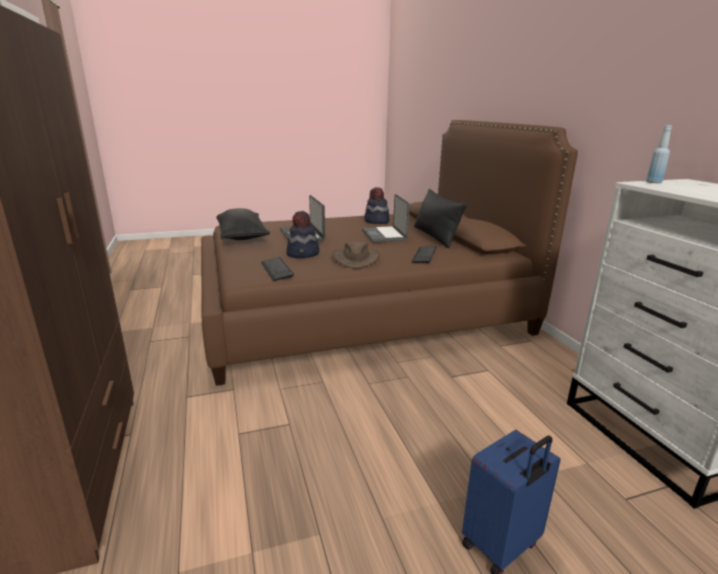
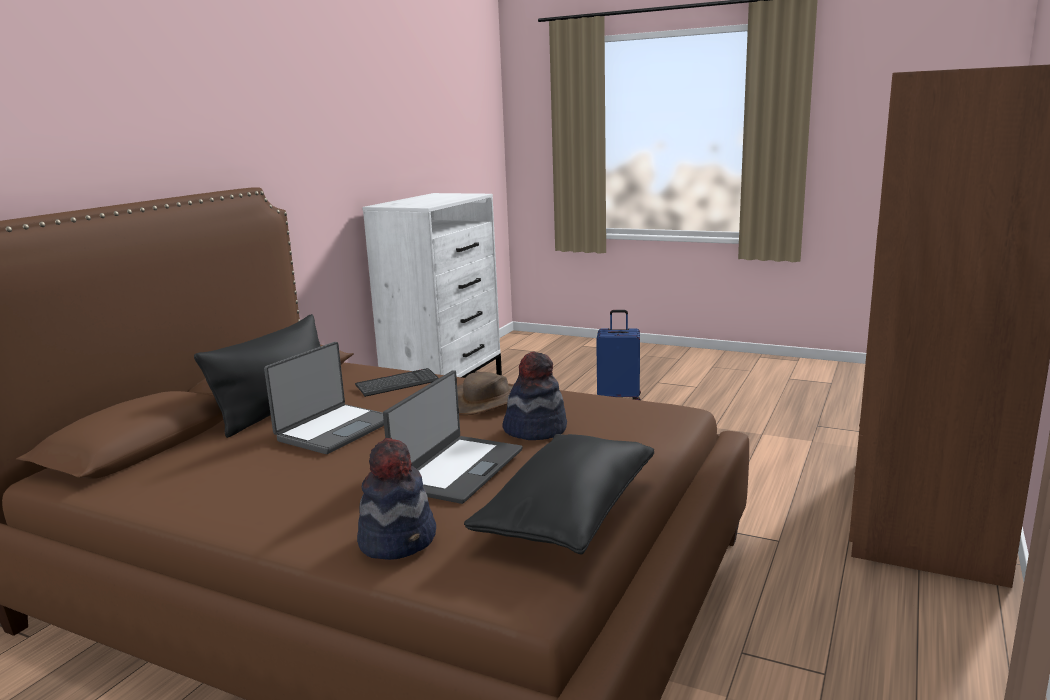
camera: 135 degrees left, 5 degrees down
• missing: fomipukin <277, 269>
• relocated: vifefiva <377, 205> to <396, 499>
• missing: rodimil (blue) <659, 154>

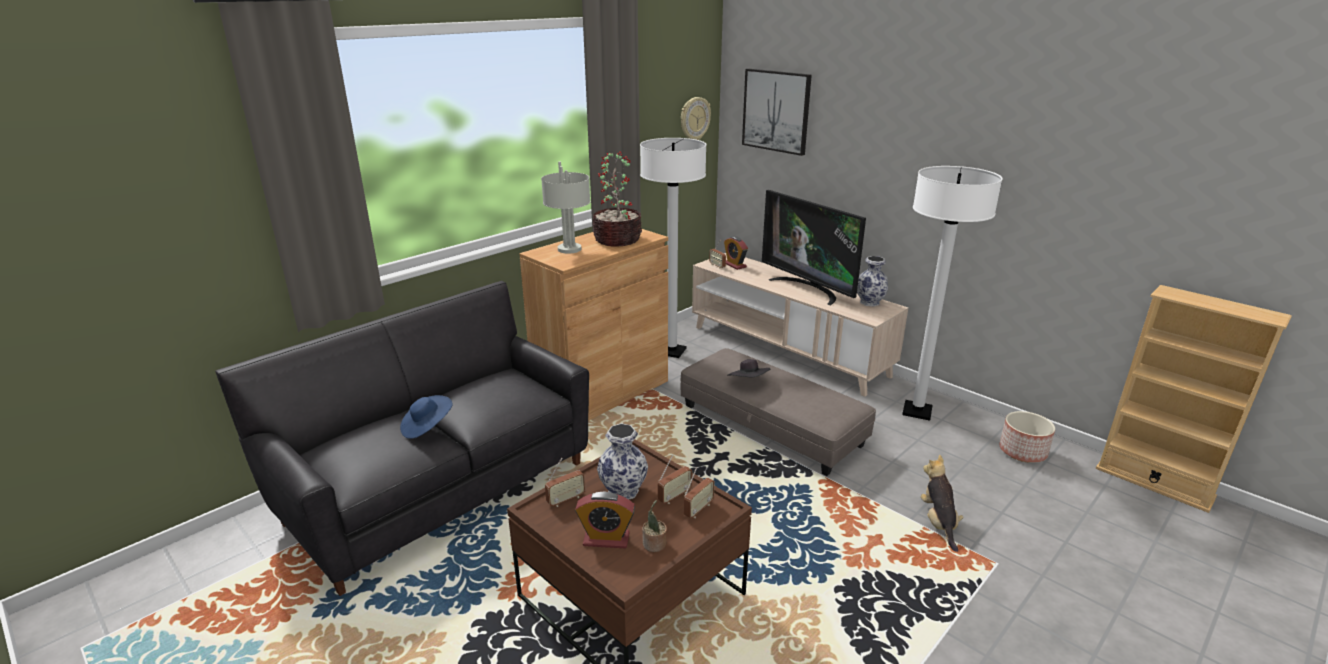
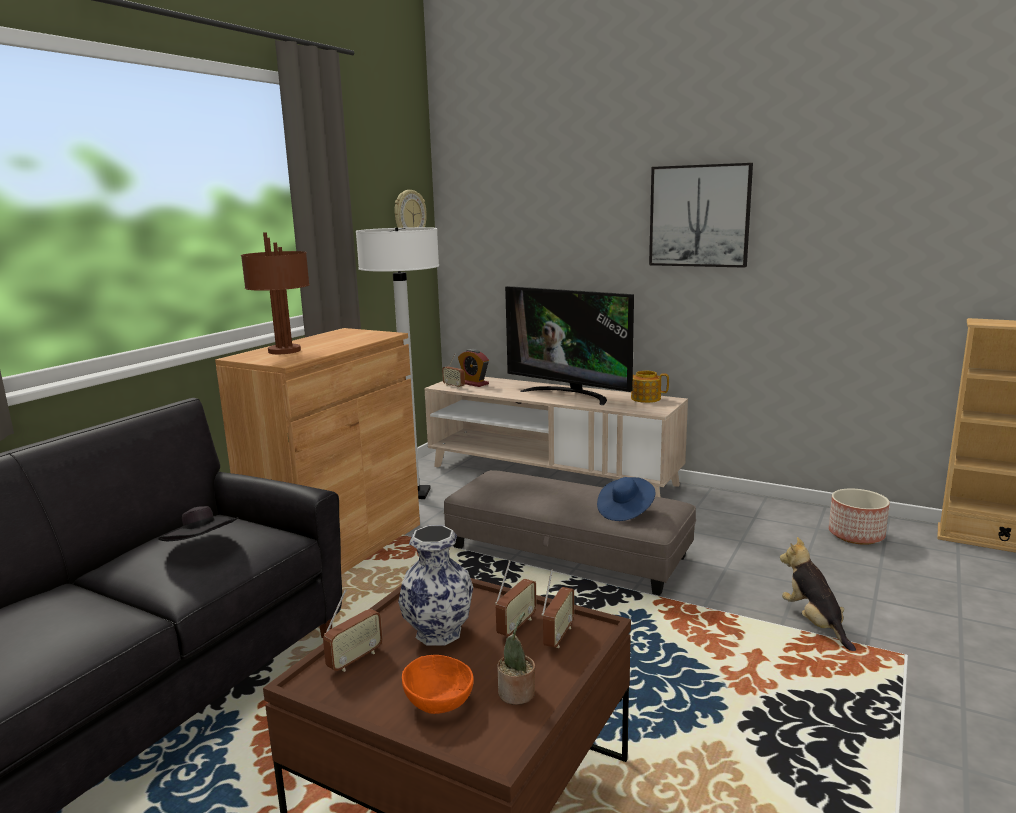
camera: 15 degrees left, 10 degrees down
• relocated: vifefiva (blue) <426, 417> to <626, 499>
• colour: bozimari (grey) <565, 208> to bozimari (brown) <275, 293>
• exchanged: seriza <605, 520> to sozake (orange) <438, 684>
• missing: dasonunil <617, 198>
• relocated: vifefiva (black) <749, 368> to <198, 523>
• relocated: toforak <777, 112> to <701, 215>
• exchanged: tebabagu <872, 281> to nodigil <650, 387>
• missing: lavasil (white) <952, 293>

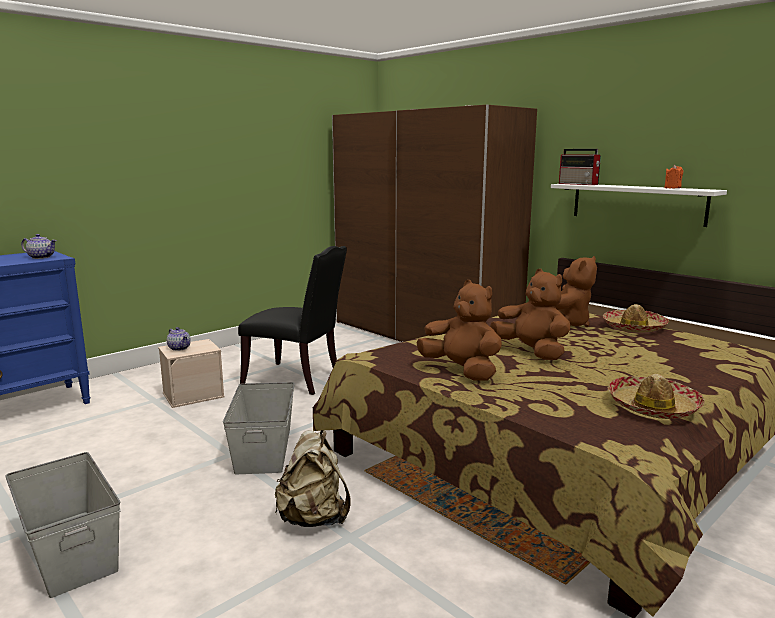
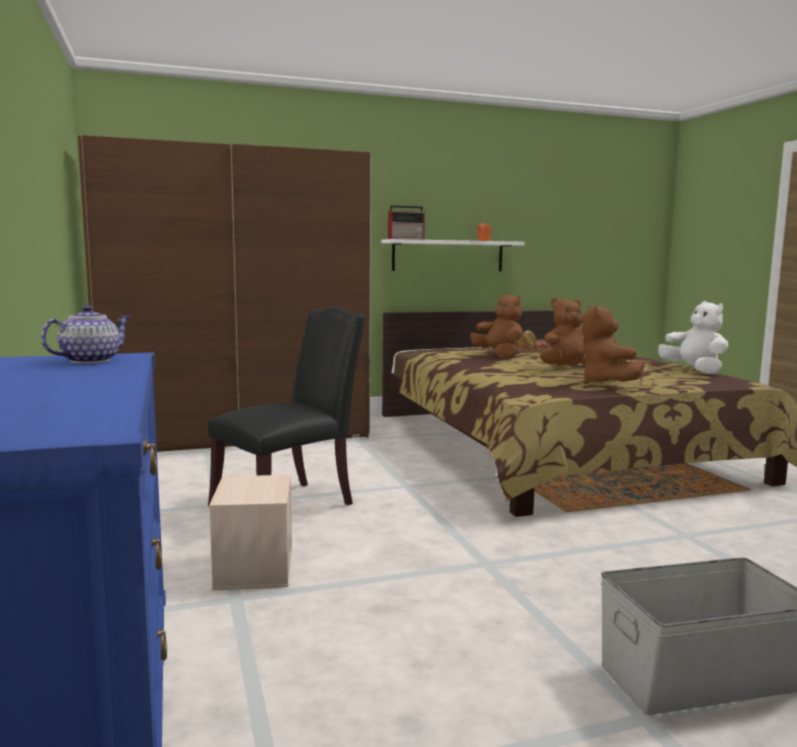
camera: 65 degrees left, 5 degrees down
• missing: nodigil <179, 339>
• missing: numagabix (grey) <259, 428>
• missing: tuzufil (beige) <312, 478>
• spun: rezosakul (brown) <459, 330> = <613, 345> 75 degrees counterclockwise
• exchanged: vifefiva <656, 396> to rezosakul (white) <693, 337>

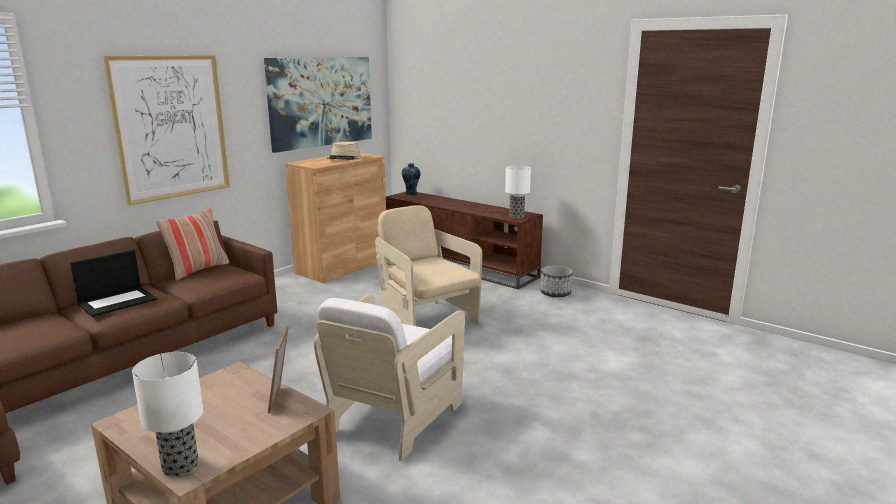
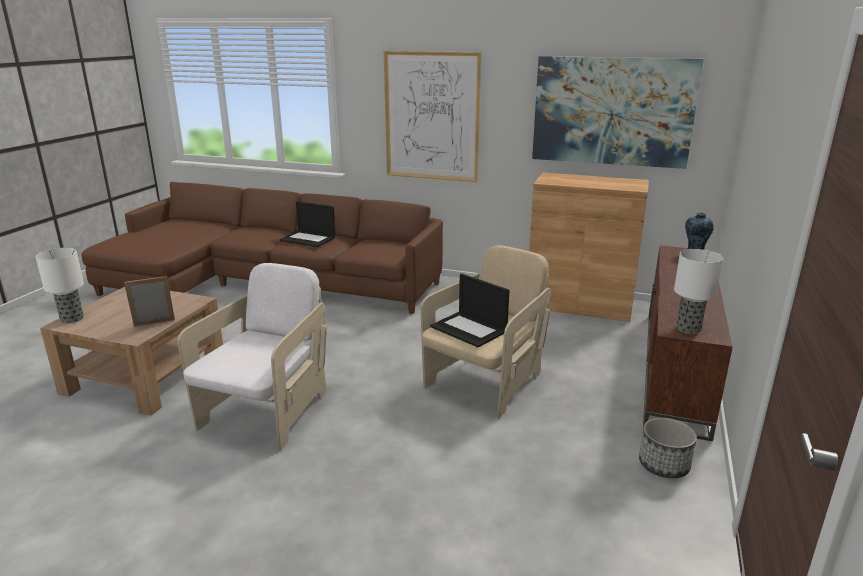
camera: 70 degrees right, 5 degrees up
• missing: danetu <192, 244>
• spun: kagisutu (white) <389, 377> = <252, 356> 105 degrees clockwise
• missing: vifefiva (beige) <344, 151>
• appeared: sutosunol <470, 310>

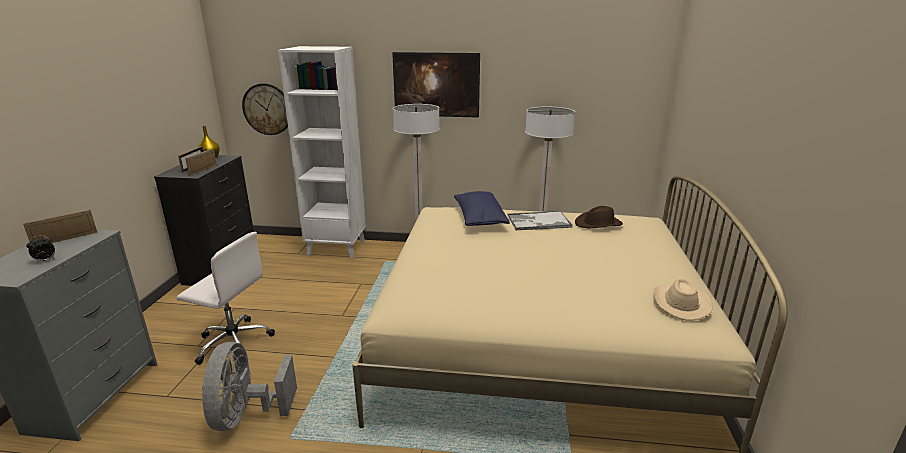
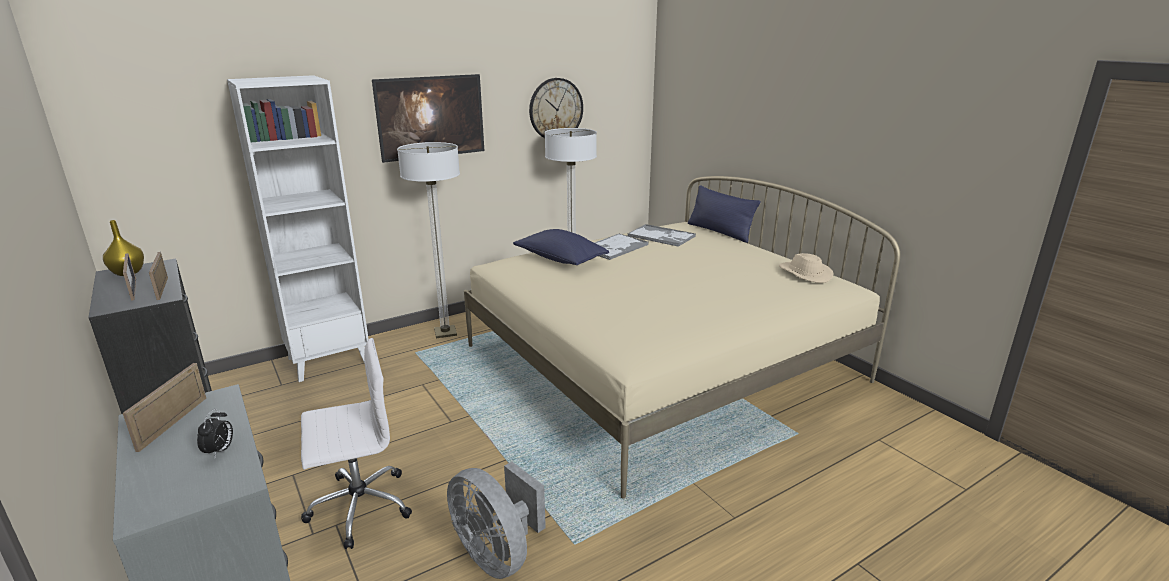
camera: 40 degrees left, 0 degrees up
• relocated: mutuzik <265, 109> to <556, 108>
• exchanged: vifefiva (brown) <599, 217> to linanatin <662, 235>
• appeared: danetu (blue) <724, 214>

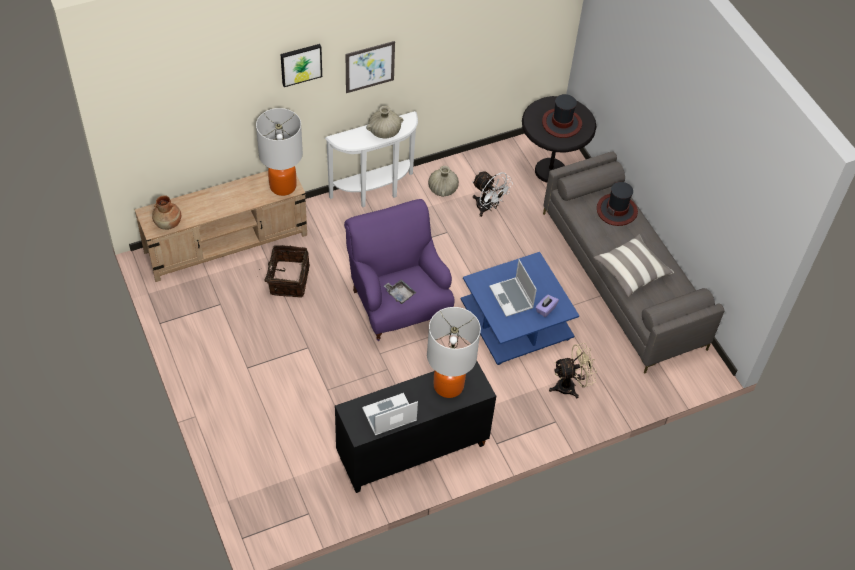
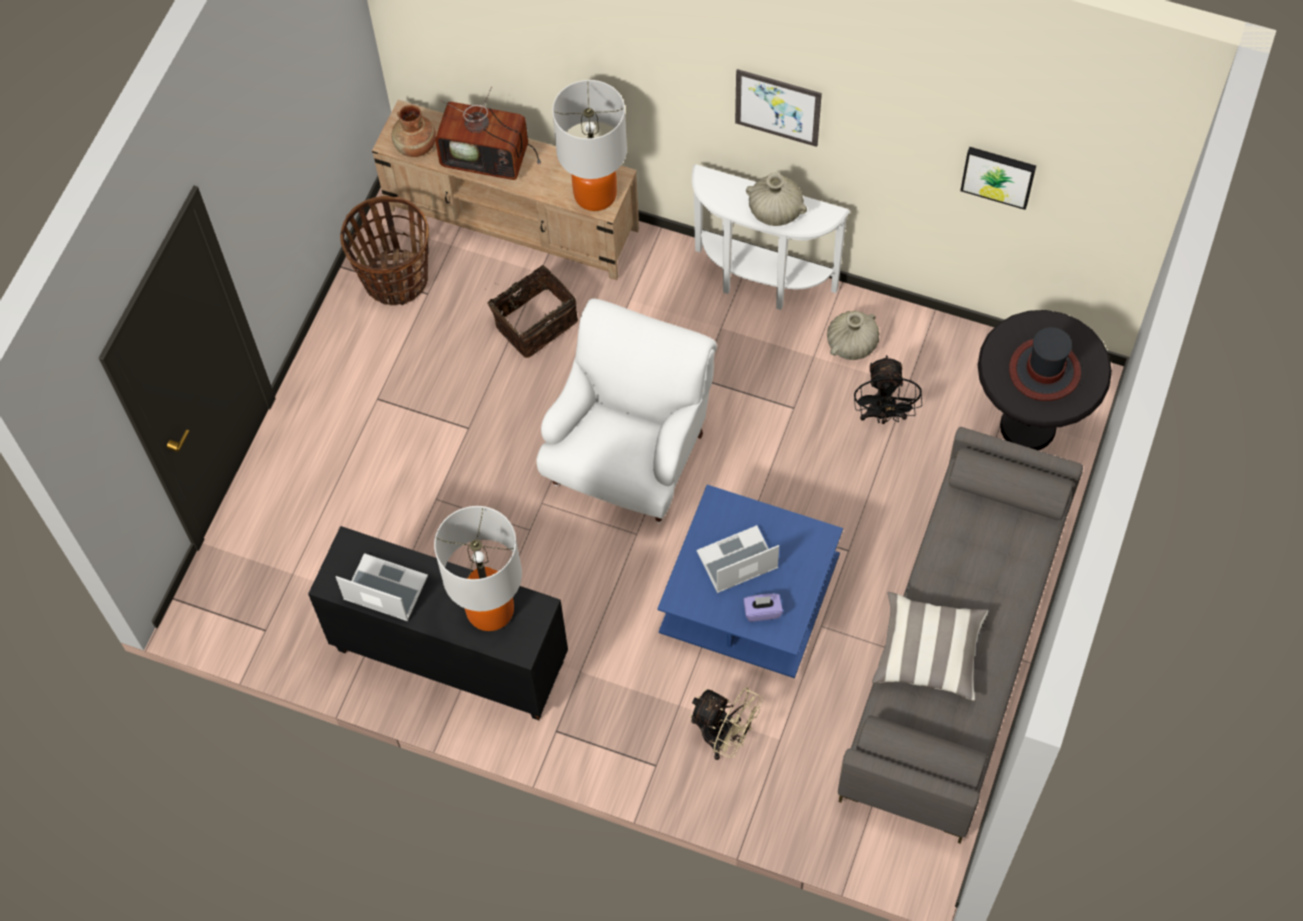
camera: 50 degrees right, 10 degrees up
• relocated: toforak <301, 65> to <998, 178>
• colour: kagisutu (purple) <399, 270> to kagisutu (white) <627, 410>
• missing: linanatin (grey) <400, 291>
• colour: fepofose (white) <492, 194> to fepofose (black) <888, 389>
• spun: sutosunol <513, 288> = <737, 559> 45 degrees clockwise
• missing: vifefiva <617, 204>
• appeared: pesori <384, 250>
• appeared: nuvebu <488, 133>

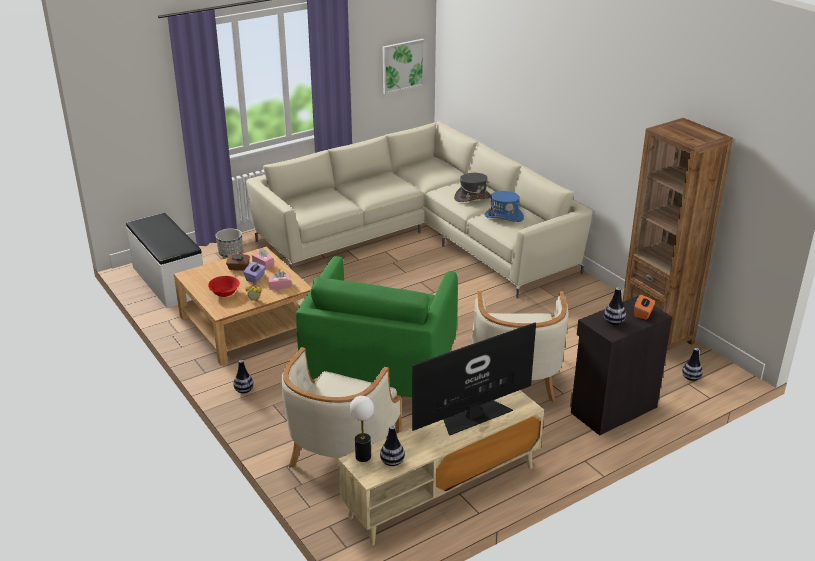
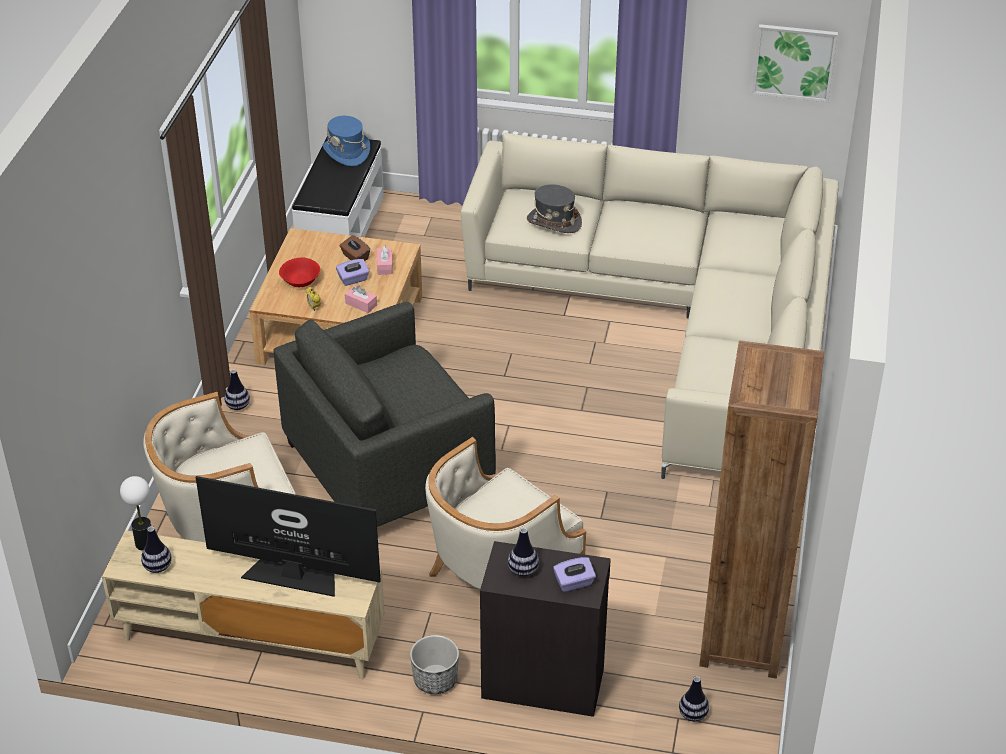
camera: 45 degrees right, 10 degrees up
• relocated: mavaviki <229, 242> to <434, 664>
• colour: kagisutu (green) <377, 326> to kagisutu (grey) <384, 414>
• relocated: vifefiva (grey) <472, 187> to <554, 208>
• relocated: vifefiva (blue) <504, 206> to <346, 141>
• colour: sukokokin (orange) <644, 307> to sukokokin (purple) <574, 574>

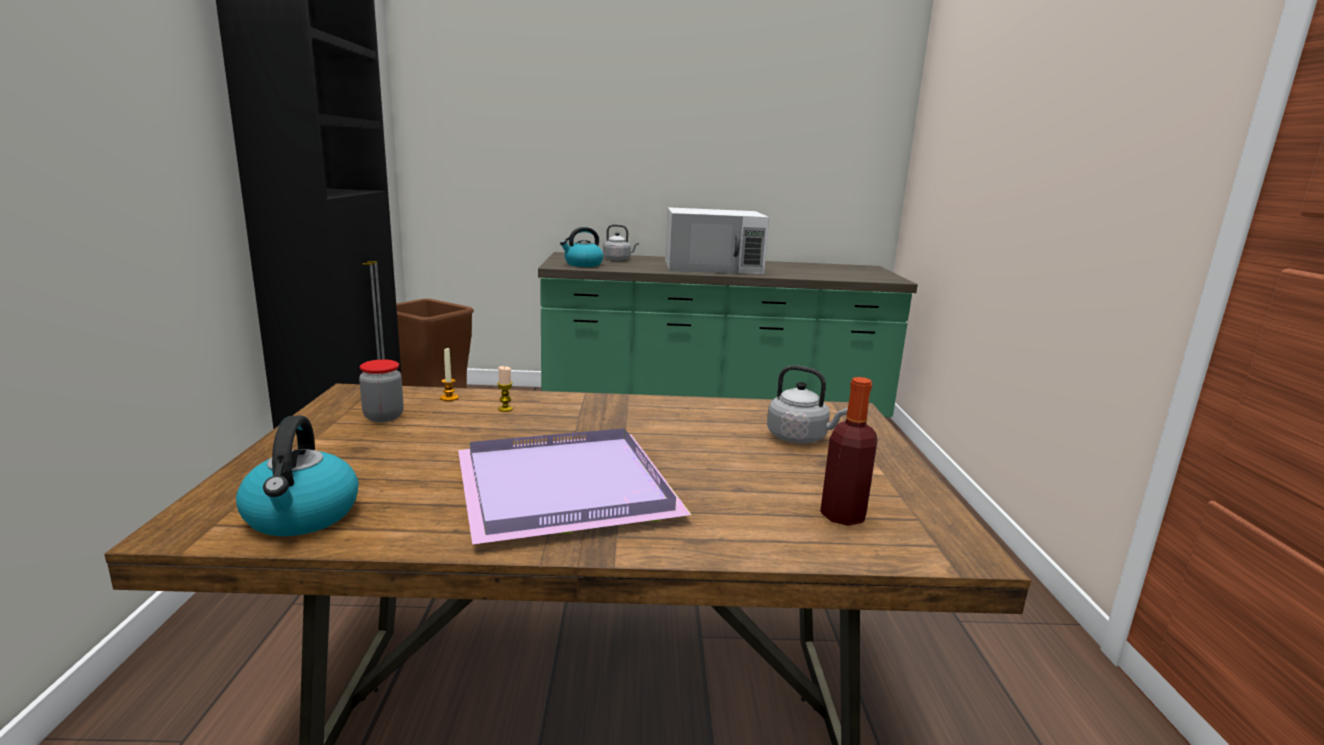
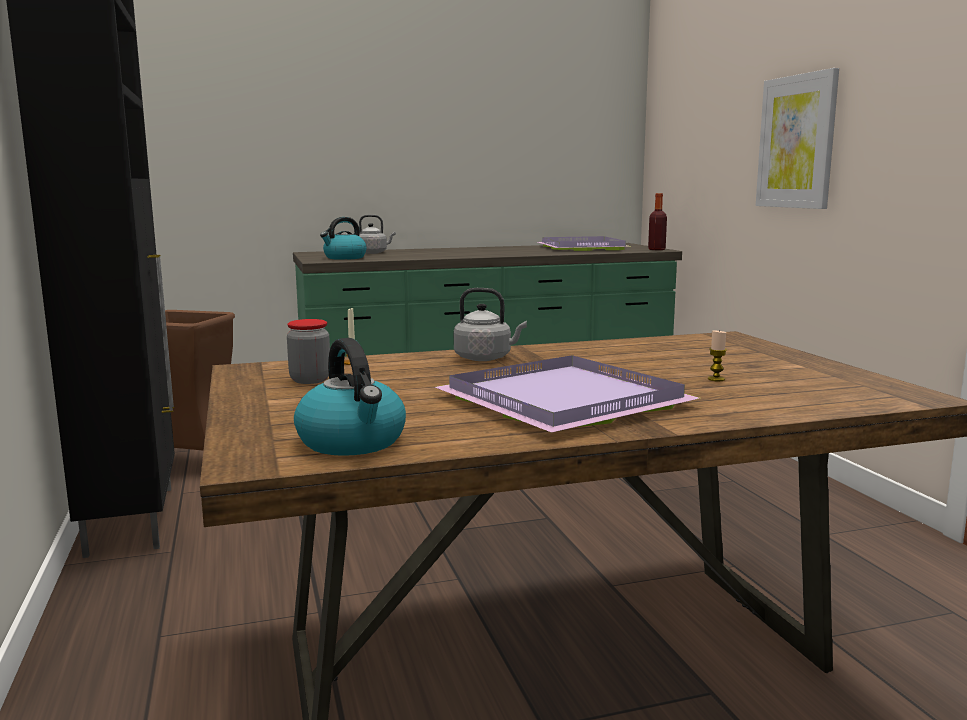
camera: 15 degrees left, 5 degrees down
• relocated: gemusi <505, 389> to <717, 355>
• missing: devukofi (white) <717, 240>
• relocated: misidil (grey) <807, 404> to <490, 324>
• relocated: rodimil <849, 451> to <657, 221>
• appeared: linanatin (purple) <585, 243>
• appeared: toforak <797, 138>

